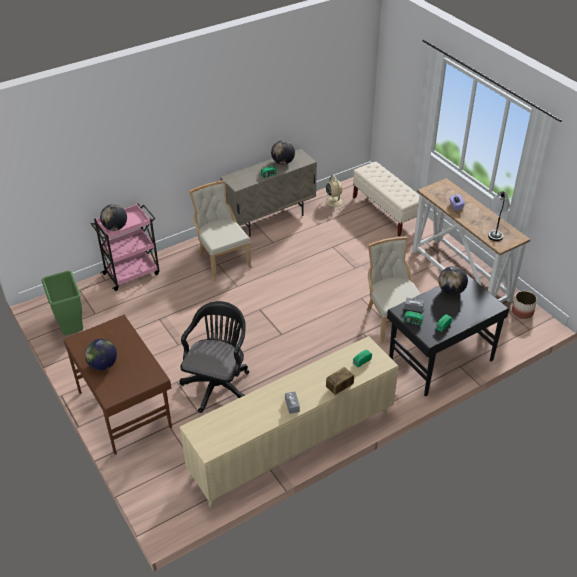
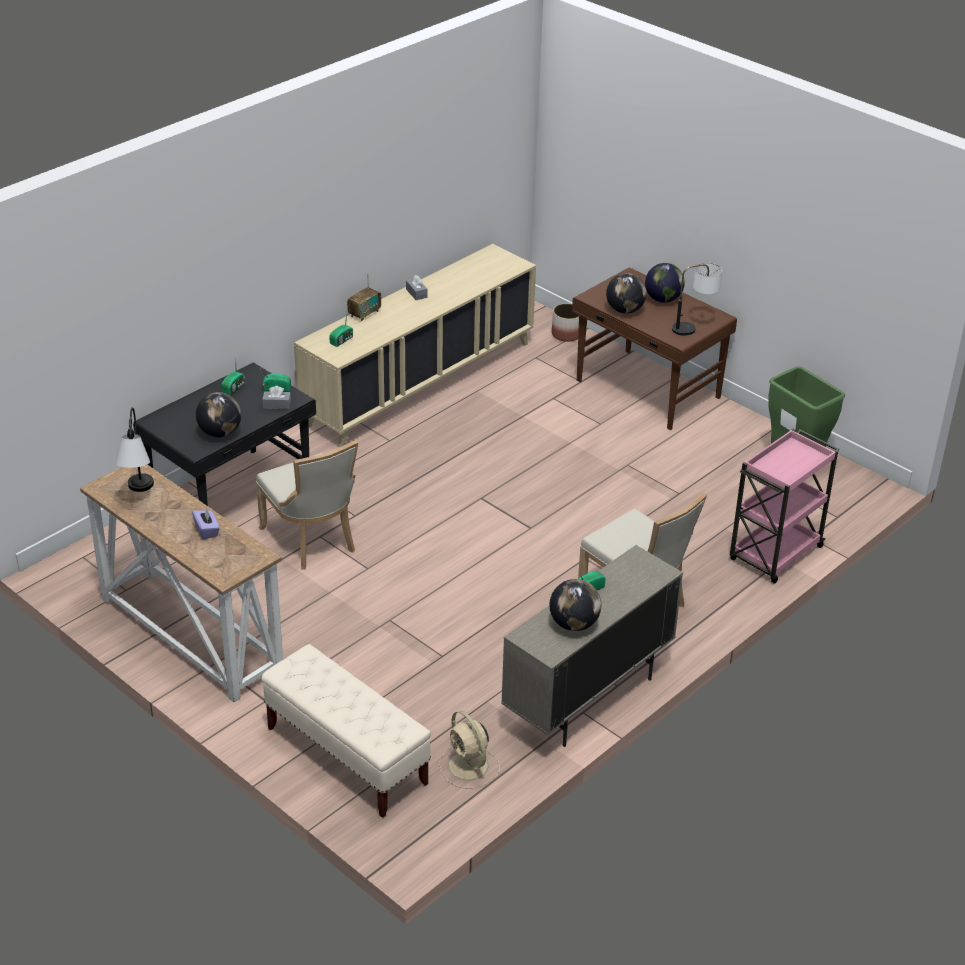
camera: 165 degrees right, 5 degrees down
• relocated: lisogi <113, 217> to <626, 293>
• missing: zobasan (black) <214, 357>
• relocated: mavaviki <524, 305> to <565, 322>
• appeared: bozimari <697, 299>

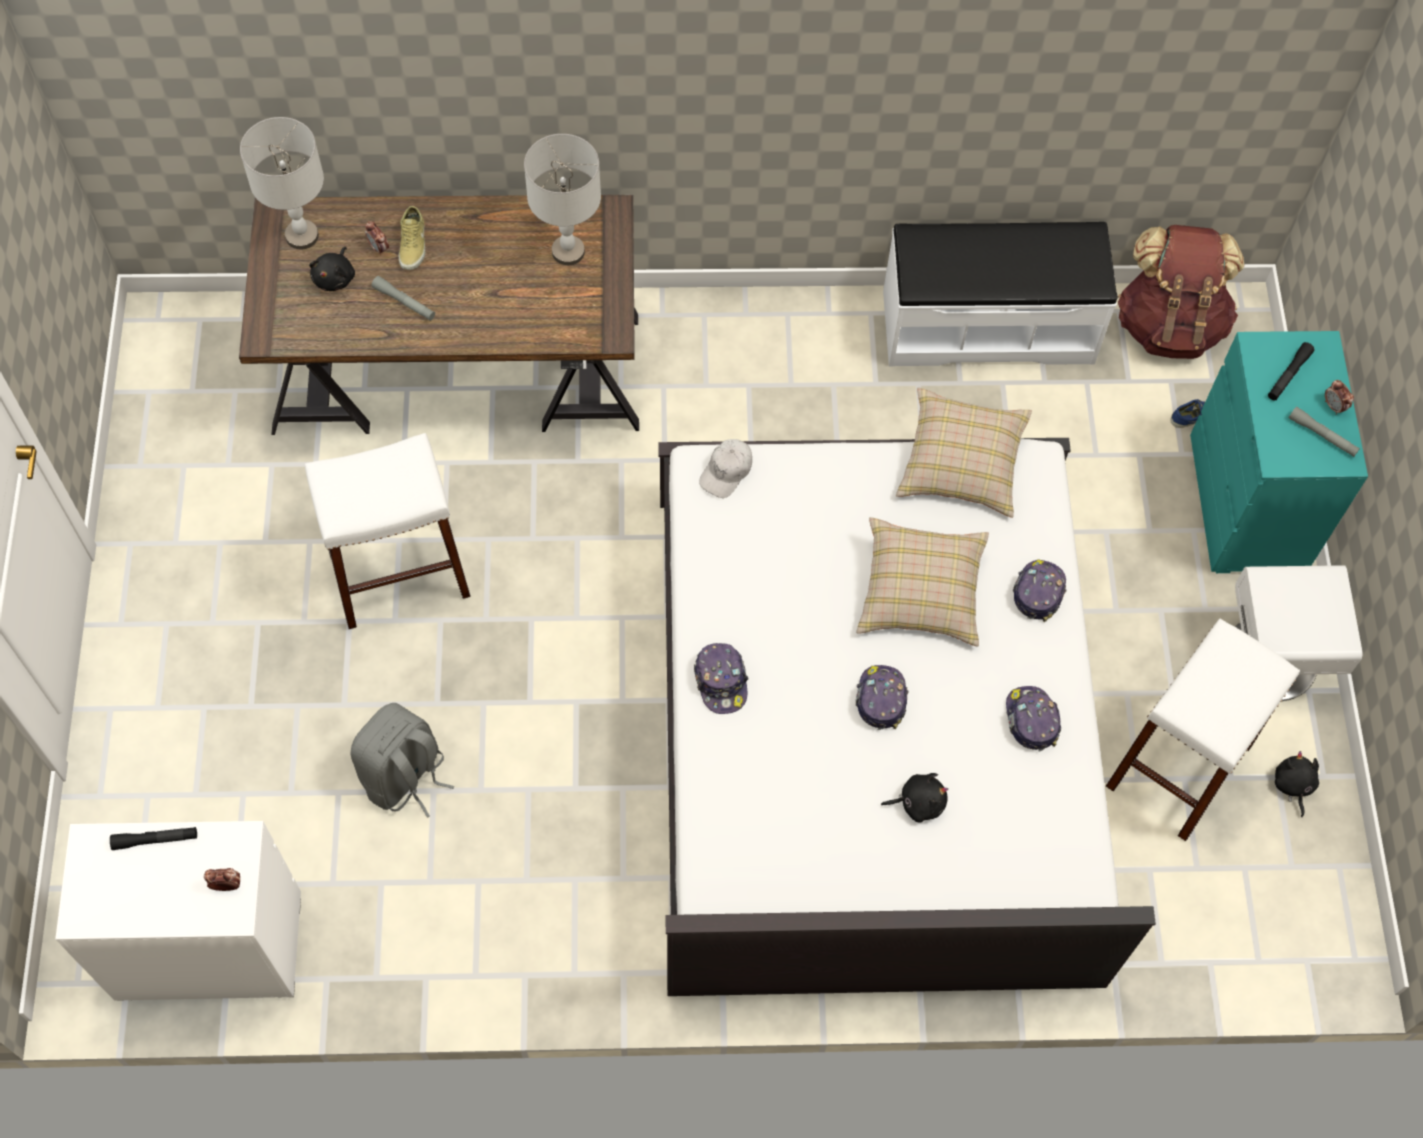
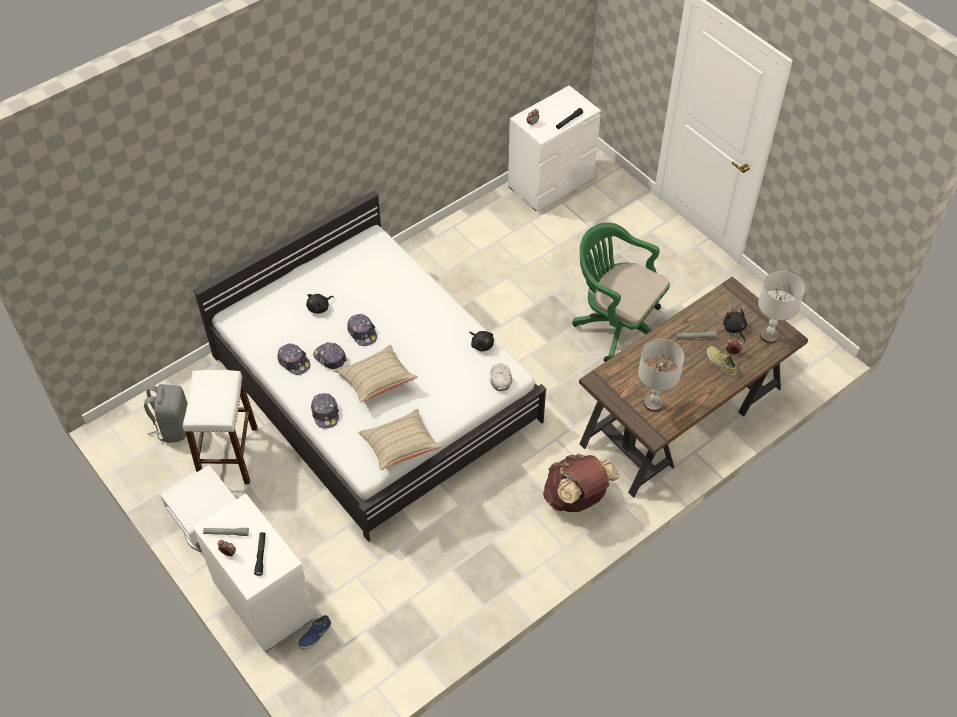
camera: 145 degrees right, 10 degrees down
• exchanged: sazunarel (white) <388, 531> to zobasan (green) <621, 292>
• relocated: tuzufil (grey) <402, 760> to <166, 413>
• relocated: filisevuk <721, 678> to <330, 355>
• missing: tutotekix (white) <1000, 294>
• relocated: tuzufil (brown) <1181, 292> to <581, 483>
• colour: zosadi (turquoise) <1279, 452> to zosadi (white) <254, 573>
• relocated: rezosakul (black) <1297, 784> to <481, 341>

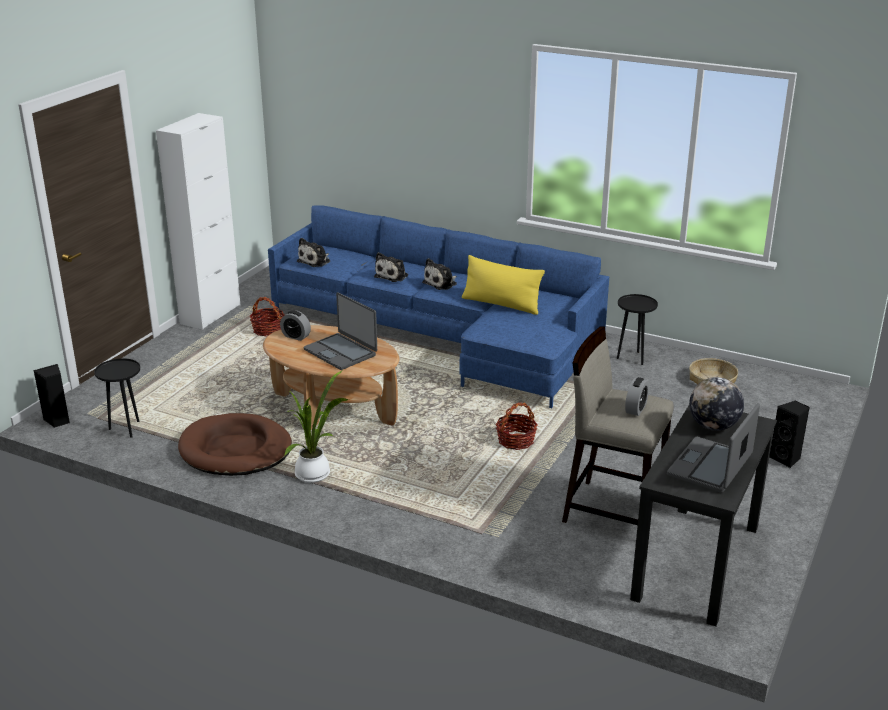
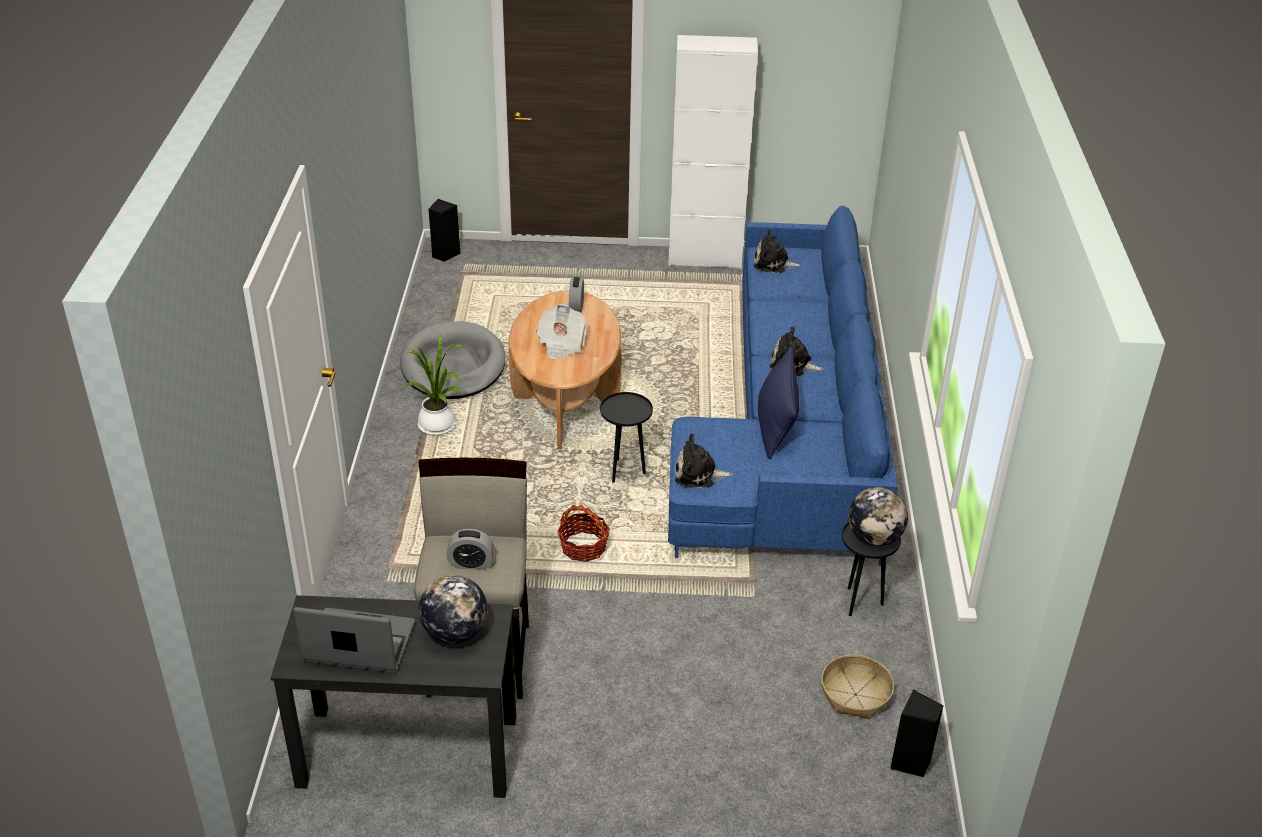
camera: 65 degrees right, 10 degrees up
• relocated: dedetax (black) <117, 398> to <626, 437>
• colour: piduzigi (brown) <235, 444> to piduzigi (grey) <452, 360>
• missing: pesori <266, 317>
• exchanged: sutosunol <340, 331> to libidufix <562, 331>
• relocated: rezosakul <391, 267> to <704, 460>
• colour: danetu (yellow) <503, 285> to danetu (blue) <778, 403>
• relocated: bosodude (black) <789, 434> to <916, 733>
• appeared: lisogi <878, 516>

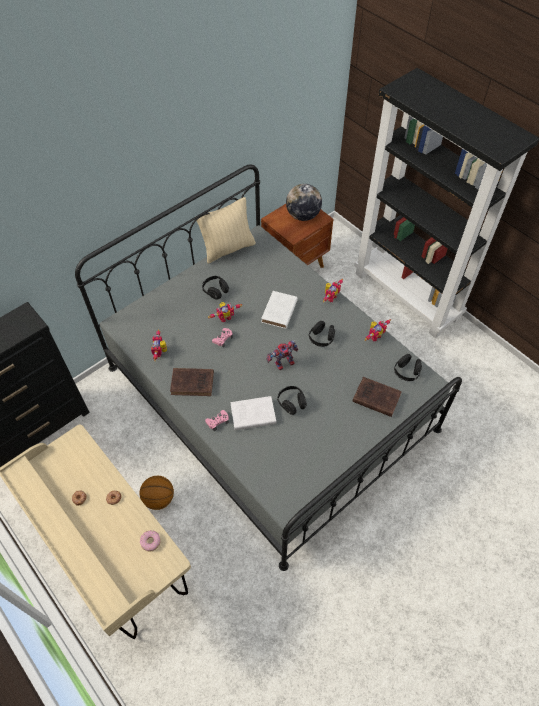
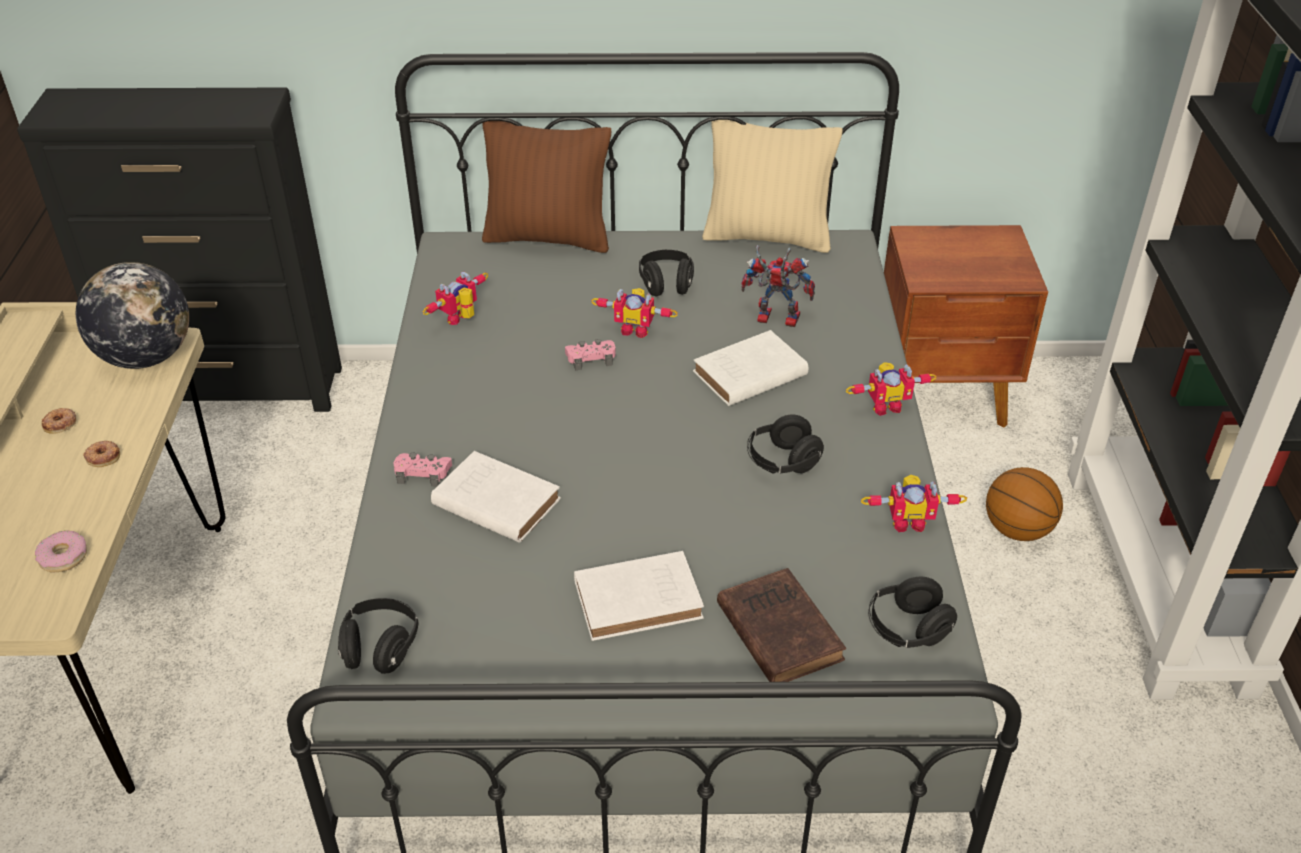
camera: 40 degrees right, 15 degrees down
• relocated: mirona <157, 493> to <1024, 504>
• missing: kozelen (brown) <192, 382>
• relocated: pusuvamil <282, 355> to <778, 286>
• relocated: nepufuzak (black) <292, 400> to <378, 636>
• relocated: lisogi <304, 202> to <132, 315>
• appeared: danetu (brown) <546, 187>
• appeared: kozelen (white) <639, 596>

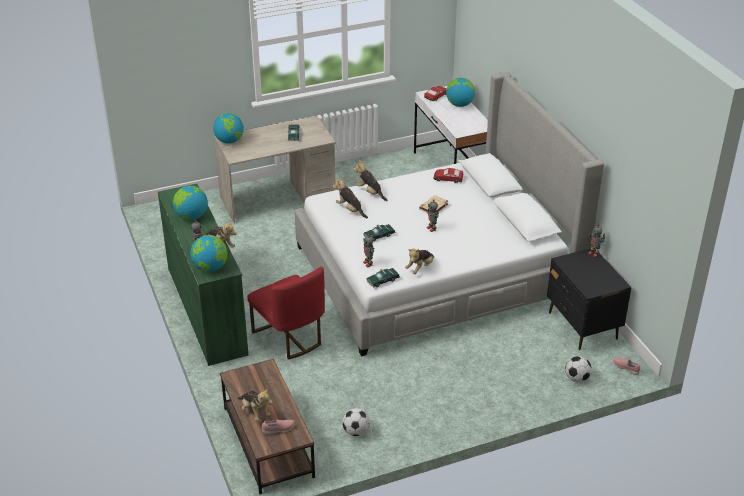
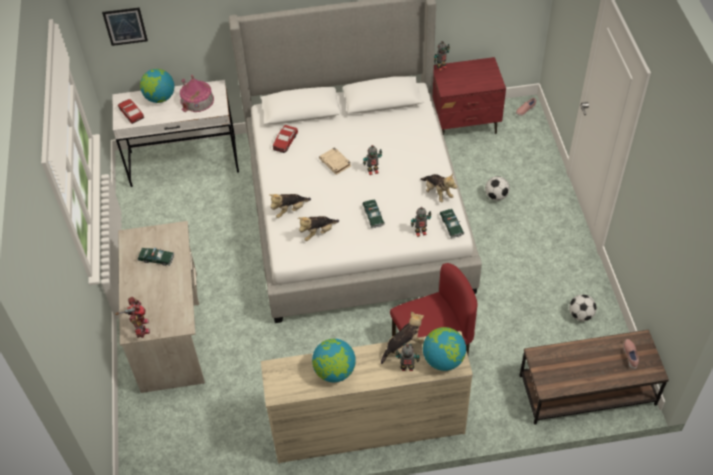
camera: 75 degrees left, 15 degrees up
• colour: zosadi (green) <203, 275> to zosadi (beige) <367, 397>
• exchanged: lisogi <228, 128> to pusuvamil <132, 317>
• missing: rezosakul <255, 405>
• colour: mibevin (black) <589, 299> to mibevin (red) <469, 96>
• relocated: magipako <578, 369> to <497, 188>
• appeared: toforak <125, 26>
• appeared: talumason <197, 93>

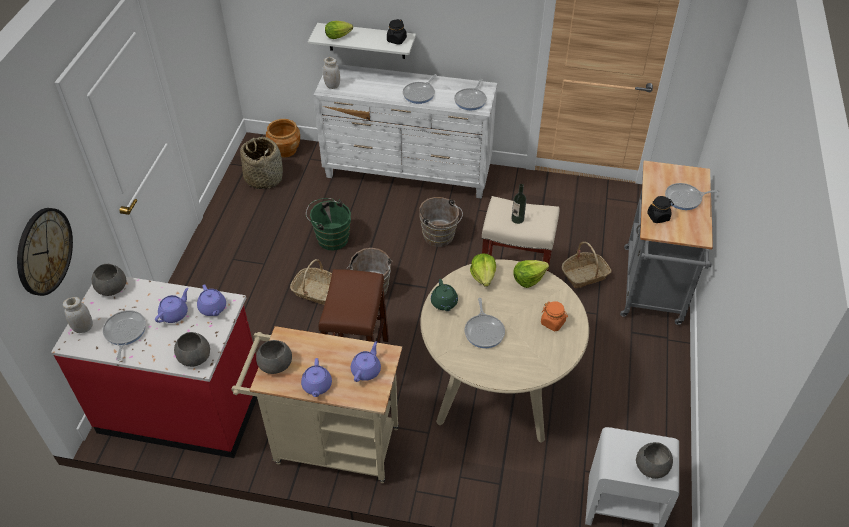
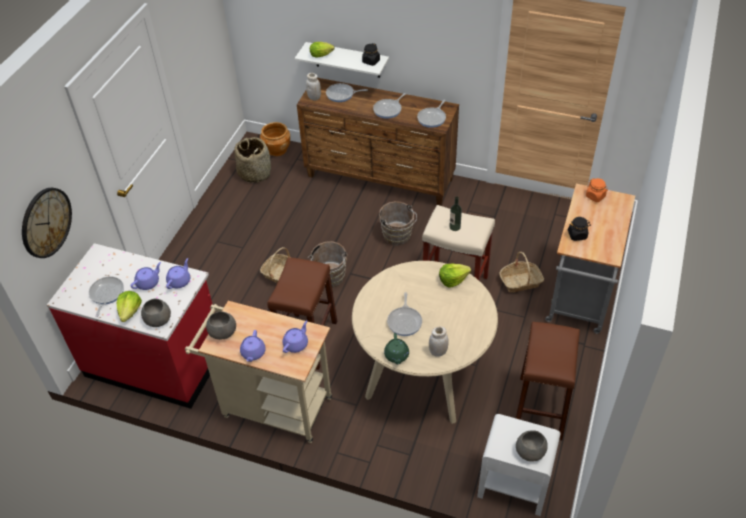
camera: 10 degrees right, 0 degrees up
• relocated: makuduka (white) <78, 315> to <439, 341>
• missing: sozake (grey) <109, 280>
• spun: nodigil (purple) <211, 300> = <178, 273> 135 degrees counterclockwise
• missing: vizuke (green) <328, 224>
• colour: zosadi (white) <405, 131> to zosadi (brown) <378, 142>
• relocated: nodigil (green) <444, 295> to <396, 348>
• relocated: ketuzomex <483, 270> to <129, 306>
• relocated: makuduka (orange) <554, 316> to <597, 190>
• relocated: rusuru <692, 196> to <347, 92>
• appeared: sazunarel (brown) <547, 381>

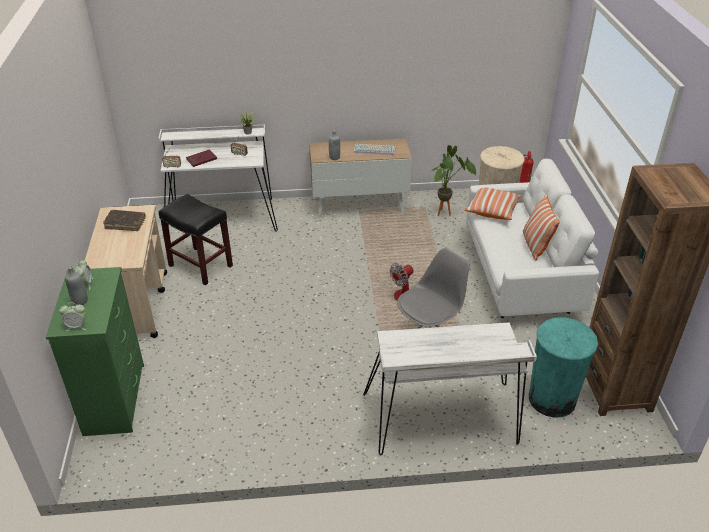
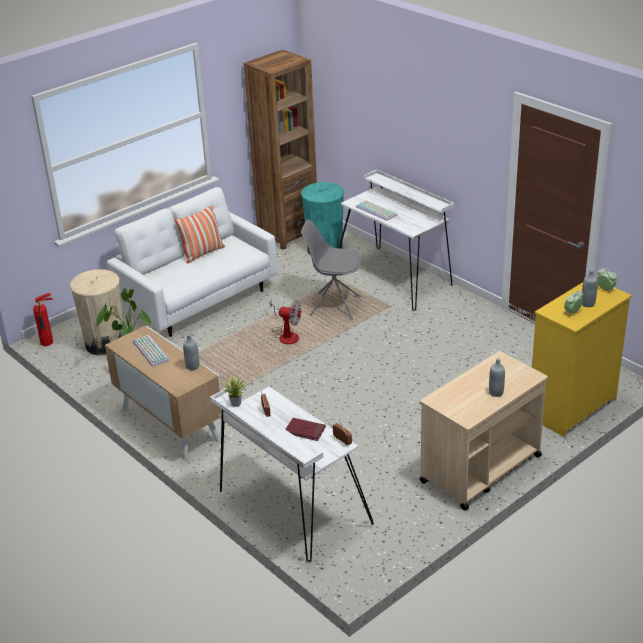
camera: 125 degrees left, 5 degrees down
• colour: zosadi (green) <95, 351> to zosadi (yellow) <582, 359>
• missing: kozelen (brown) <124, 220>
• missing: sazunarel (black) <196, 239>
• missing: danetu <493, 204>
• appeared: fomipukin <376, 210>
• appeared: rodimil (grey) <497, 377>

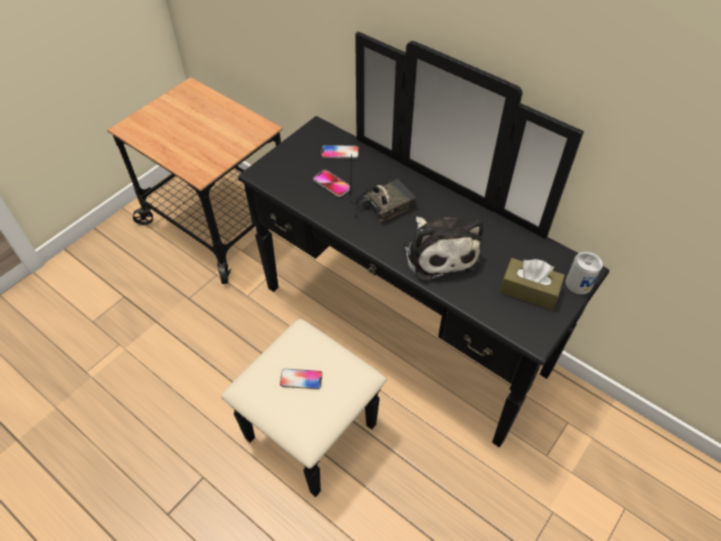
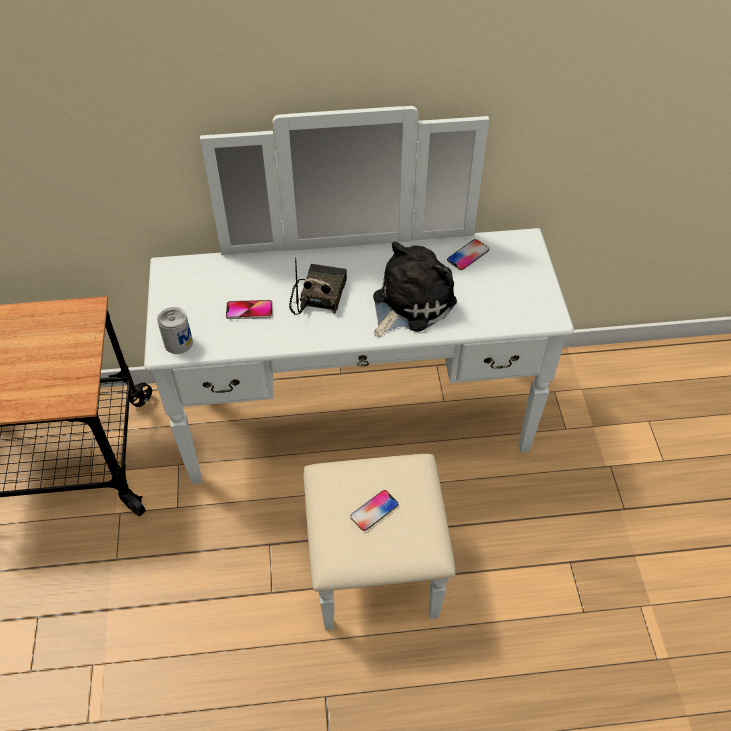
camera: 45 degrees left, 0 degrees up
• colour: zosadi (black) <415, 264> to zosadi (white) <359, 368>
• relocated: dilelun <340, 151> to <468, 254>
• spun: rezosakul <443, 249> = <415, 289> 75 degrees counterclockwise
• missing: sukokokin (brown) <532, 284>
• relocated: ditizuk <584, 273> to <175, 330>

